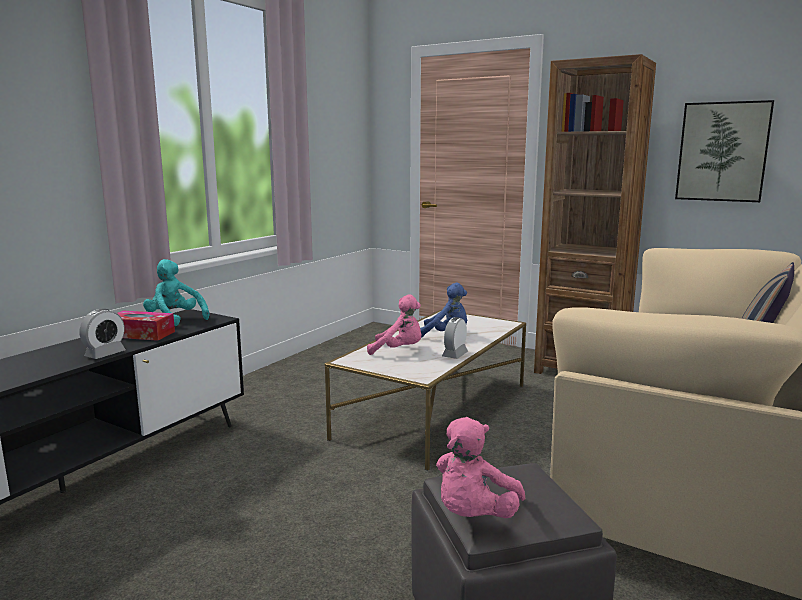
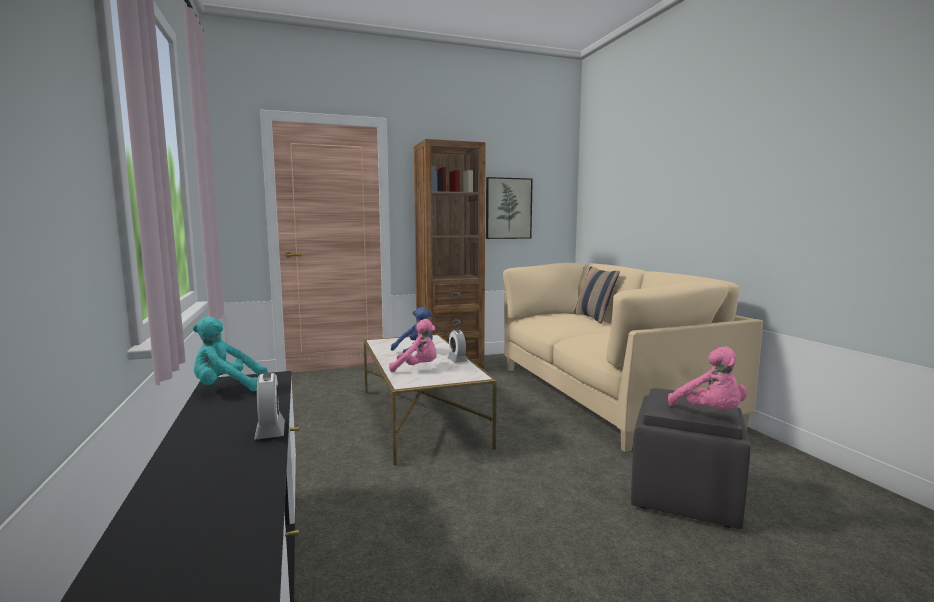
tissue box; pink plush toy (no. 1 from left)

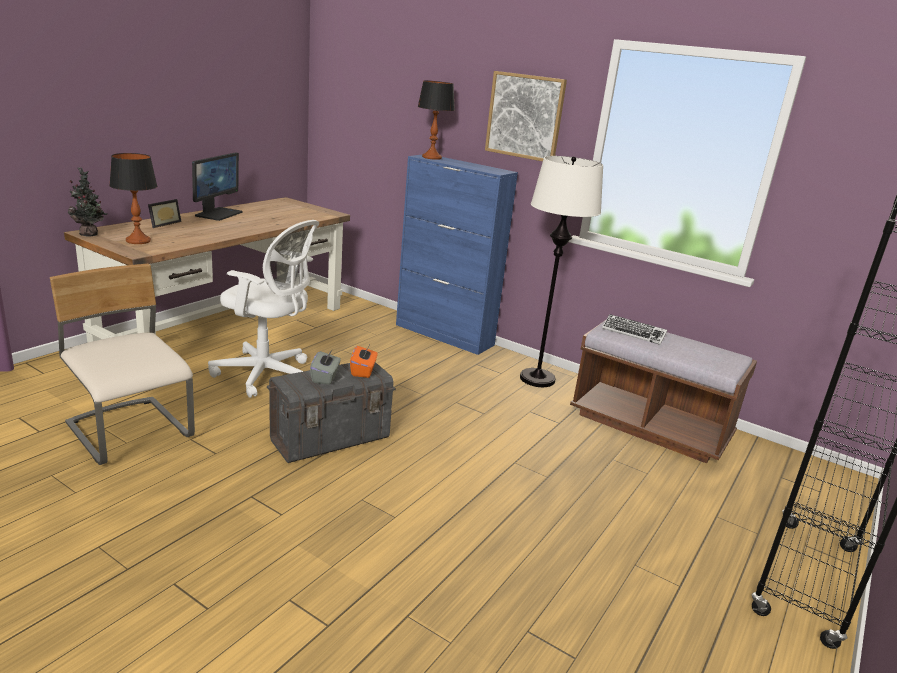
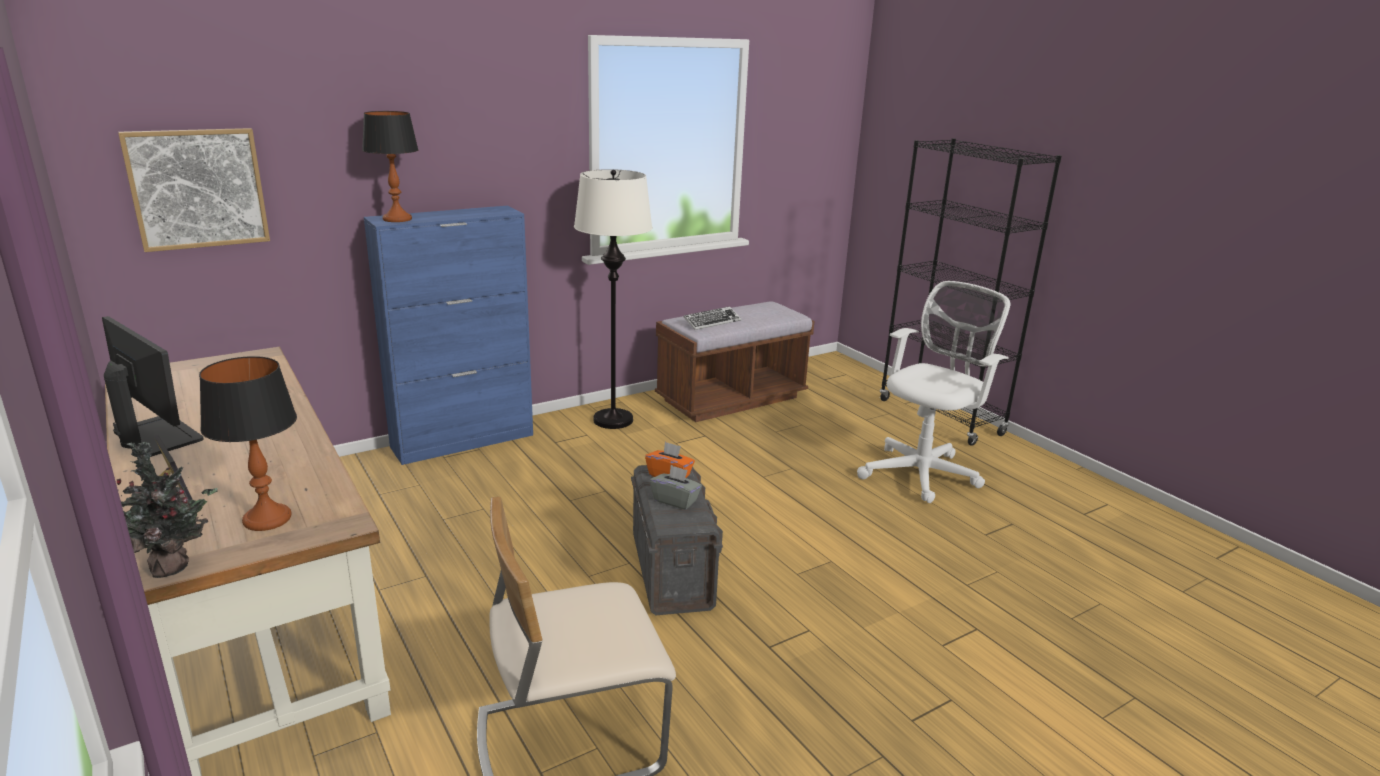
white office chair; picture

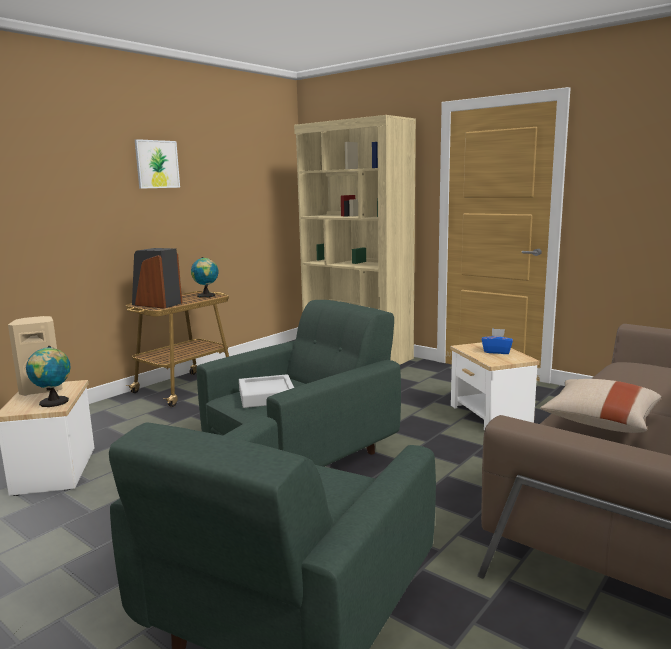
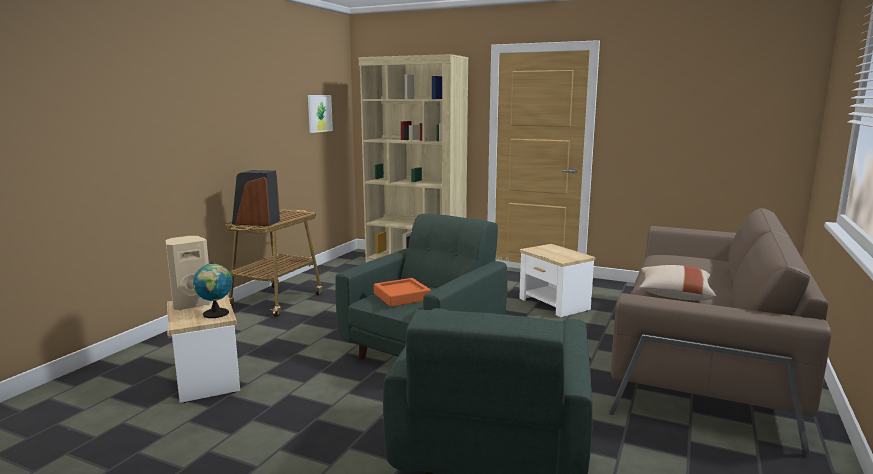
picture; globe (no. 2 from left in the first image); orange tray; blue tissue box

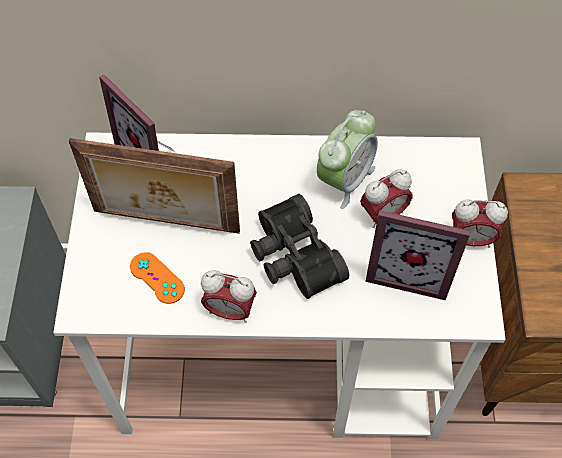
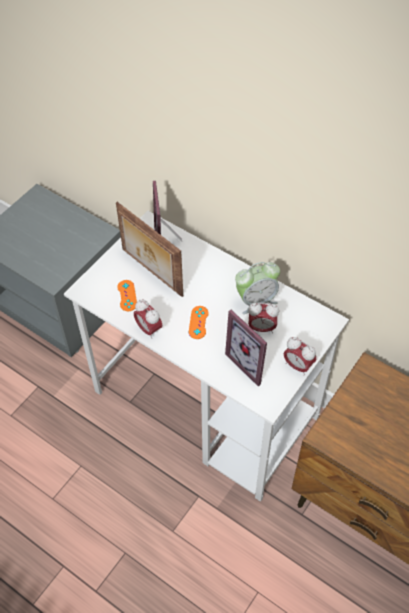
orange game controller (no. 2 from left)

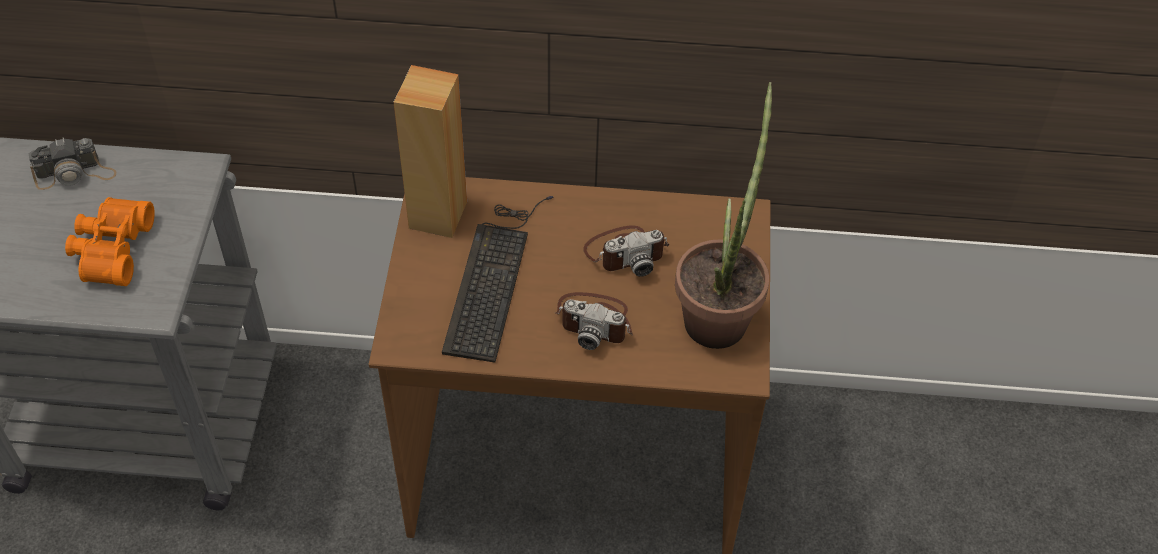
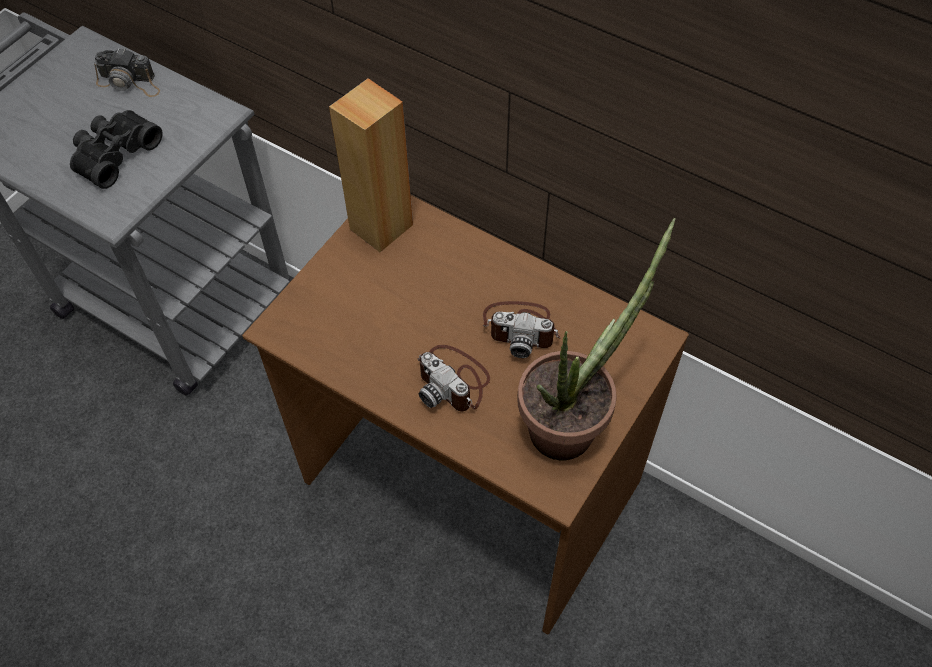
black binoculars; keyboard

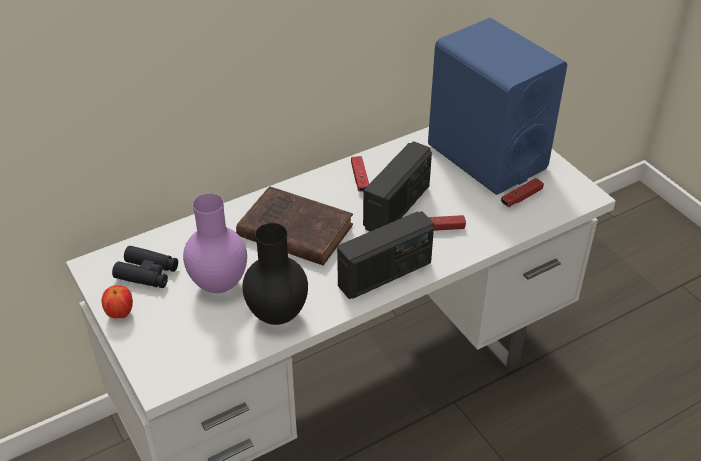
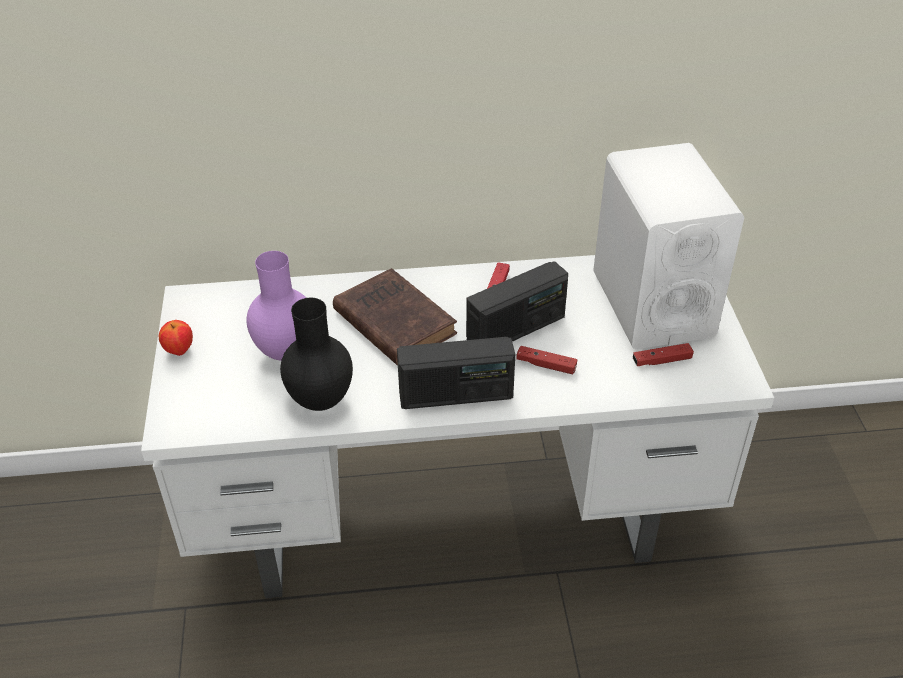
black binoculars; white speaker

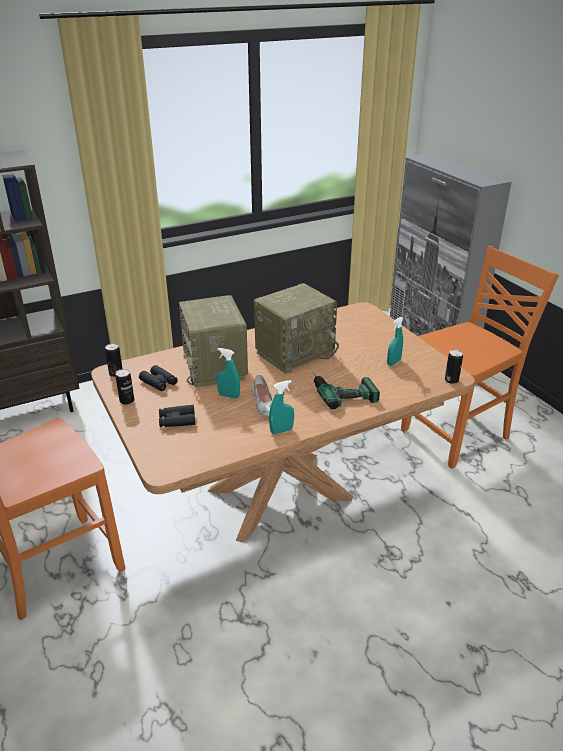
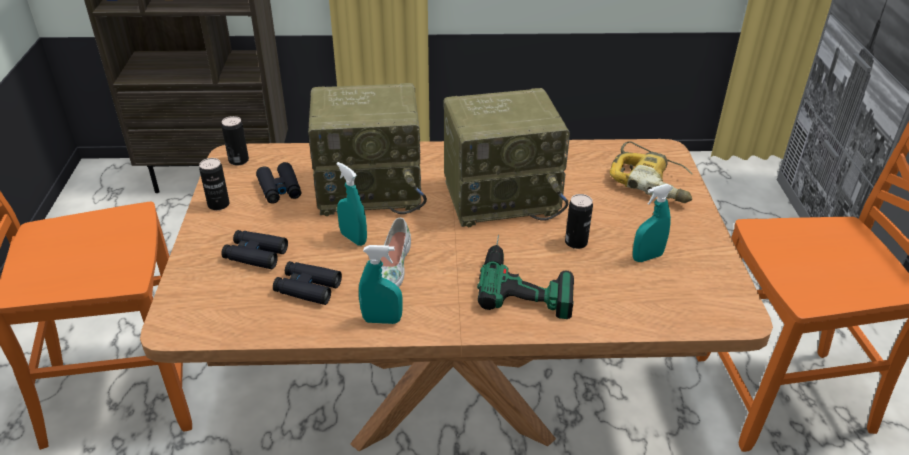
radio (no. 1 from left); can (no. 3 from left); black binoculars (no. 3 from left); power drill (no. 2 from left)

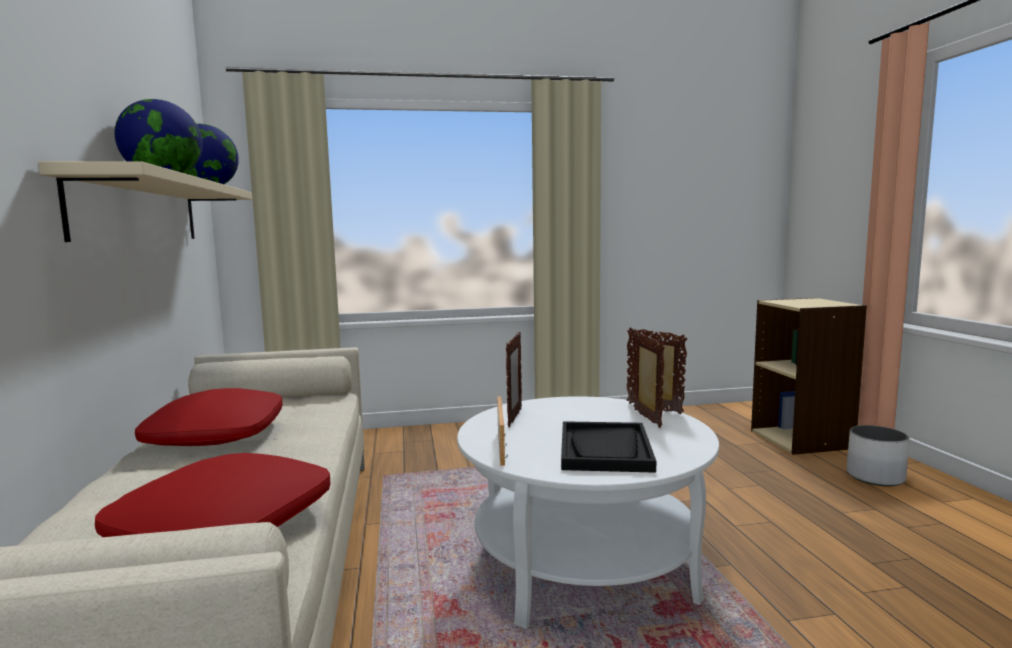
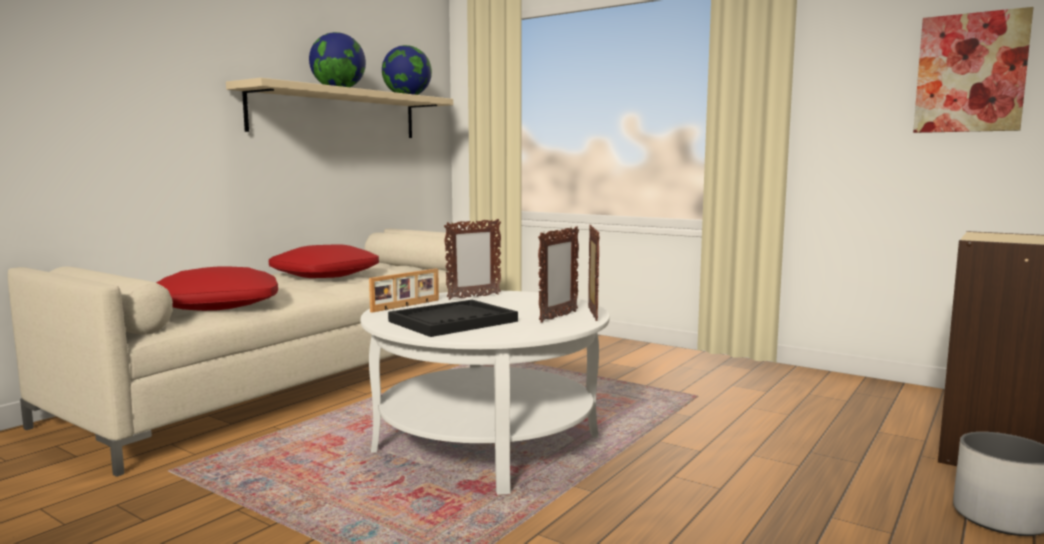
picture

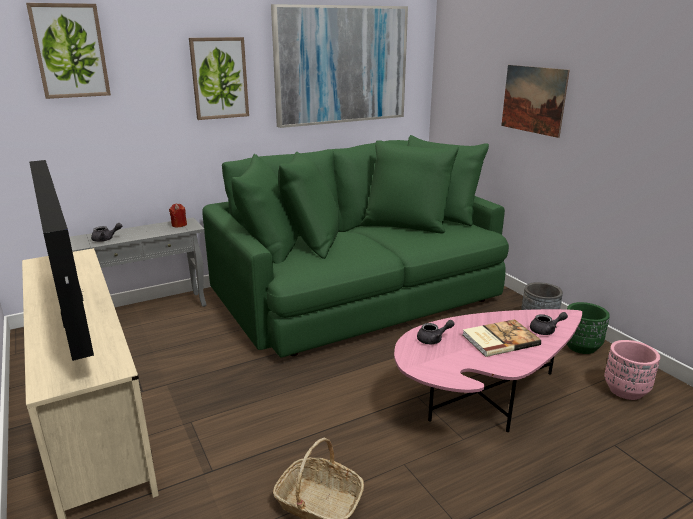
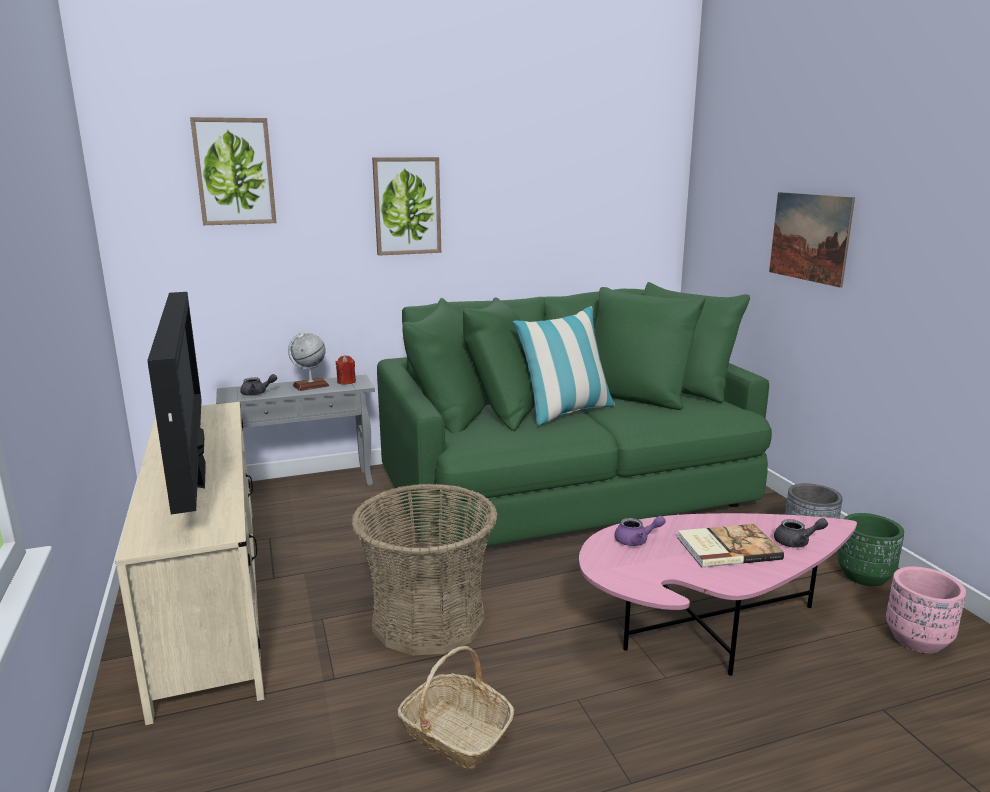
picture (no. 3 from left in the first image); purple teapot; globe; basket (no. 1 from left); pillow

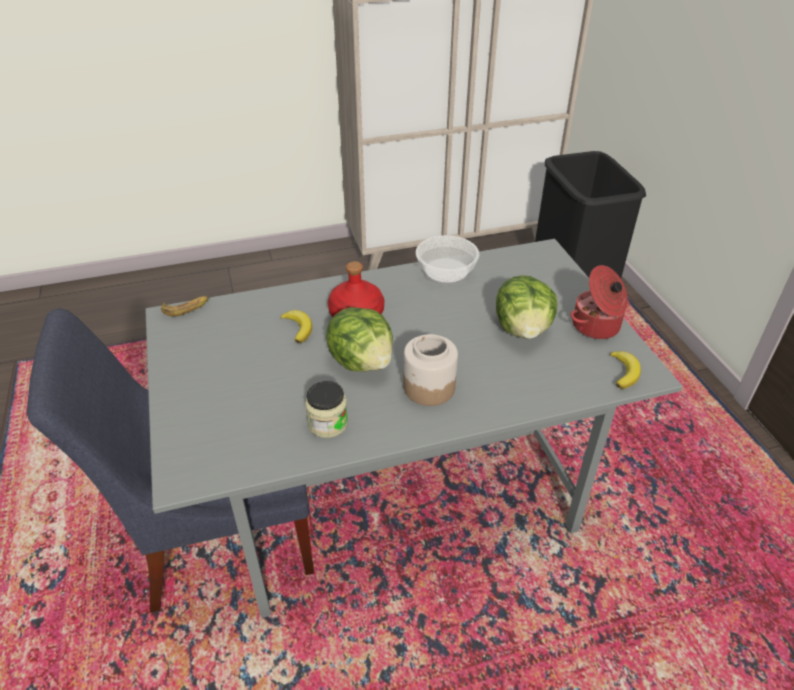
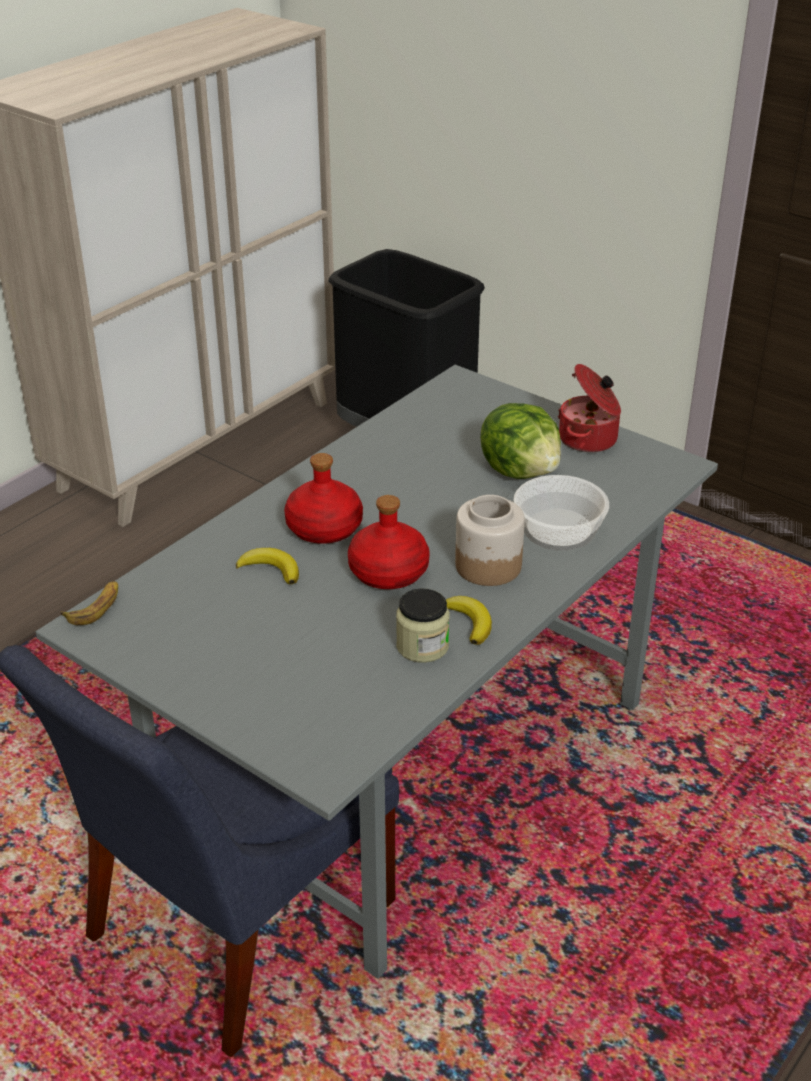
red bottle (no. 2 from left); bowl; banana (no. 3 from left)

